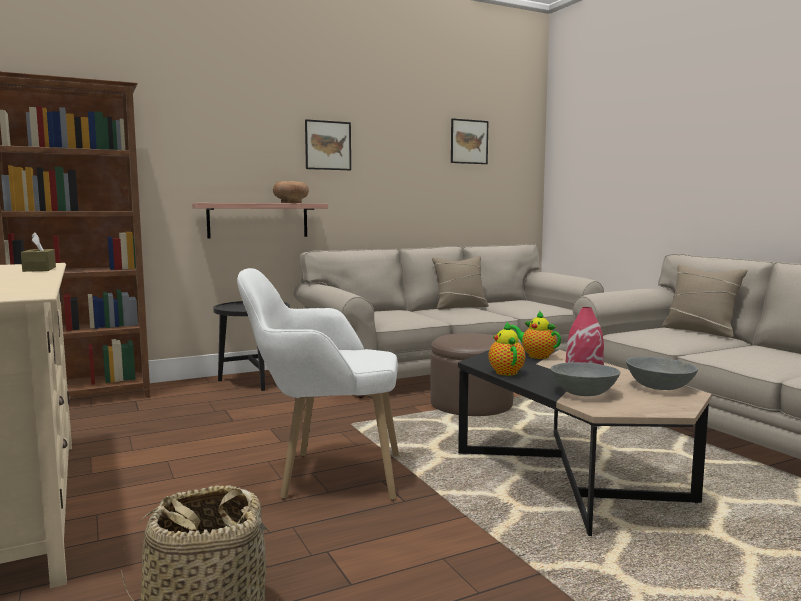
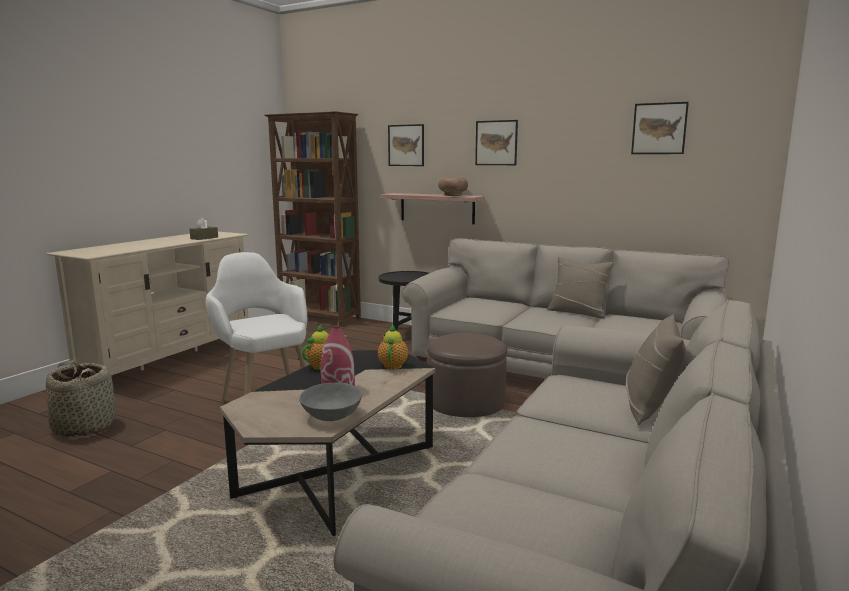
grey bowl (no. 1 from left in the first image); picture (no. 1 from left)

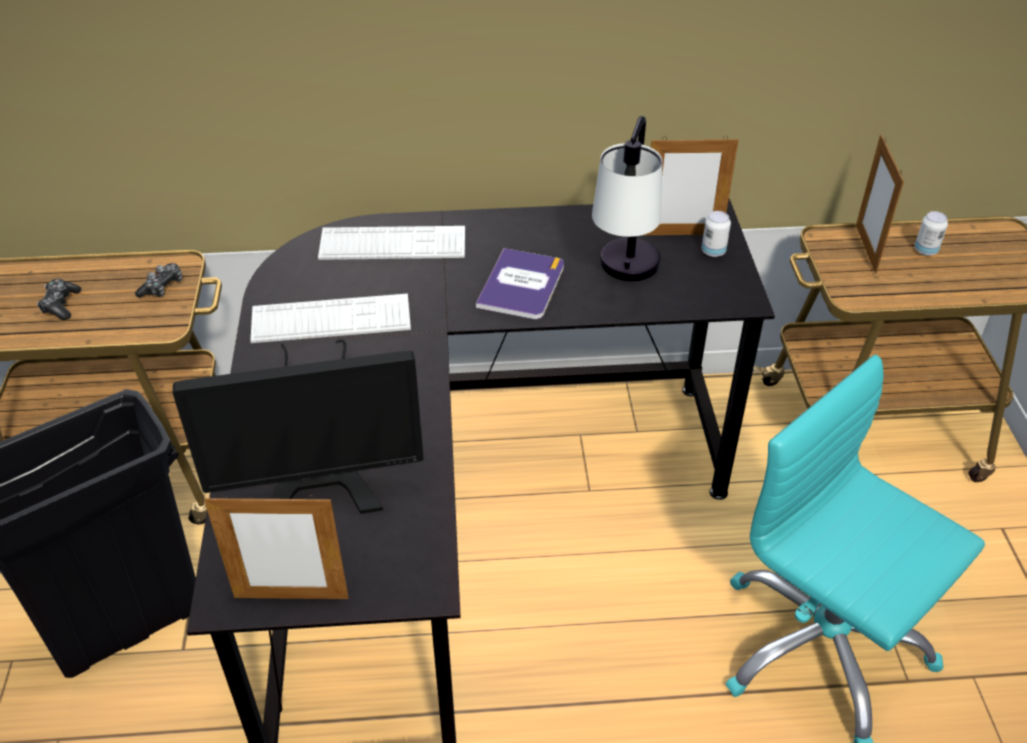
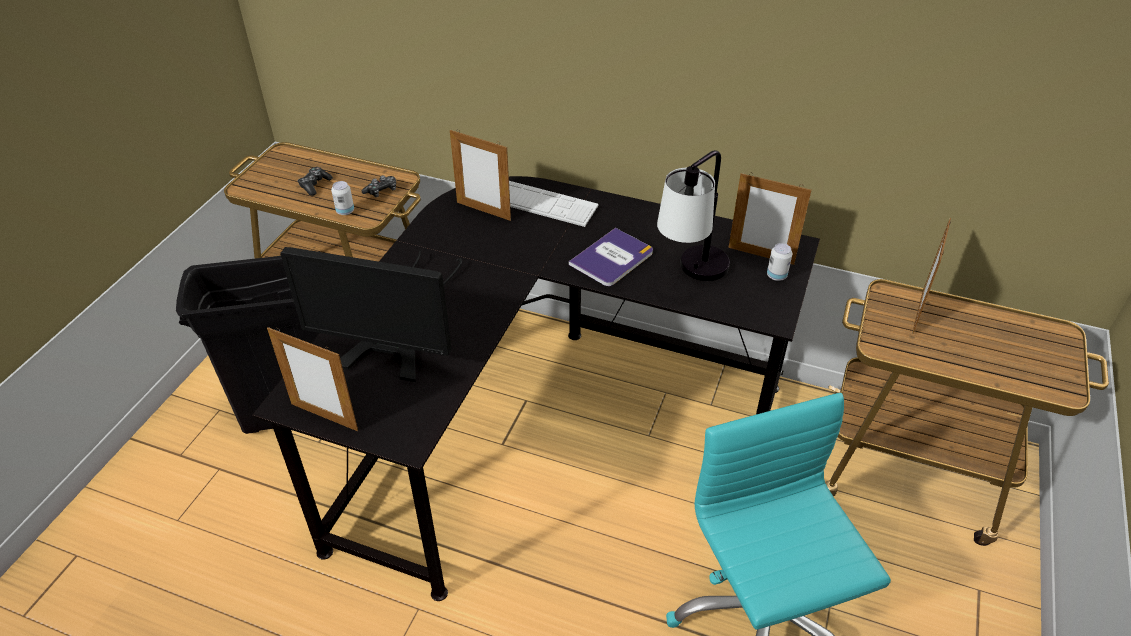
keyboard (no. 1 from left in the first image); can (no. 1 from left); picture frame (no. 2 from left)

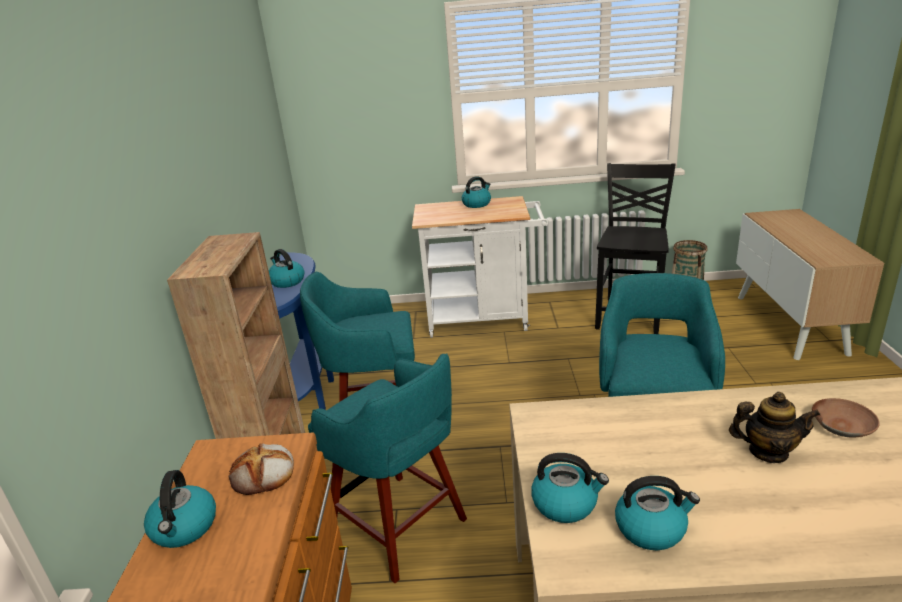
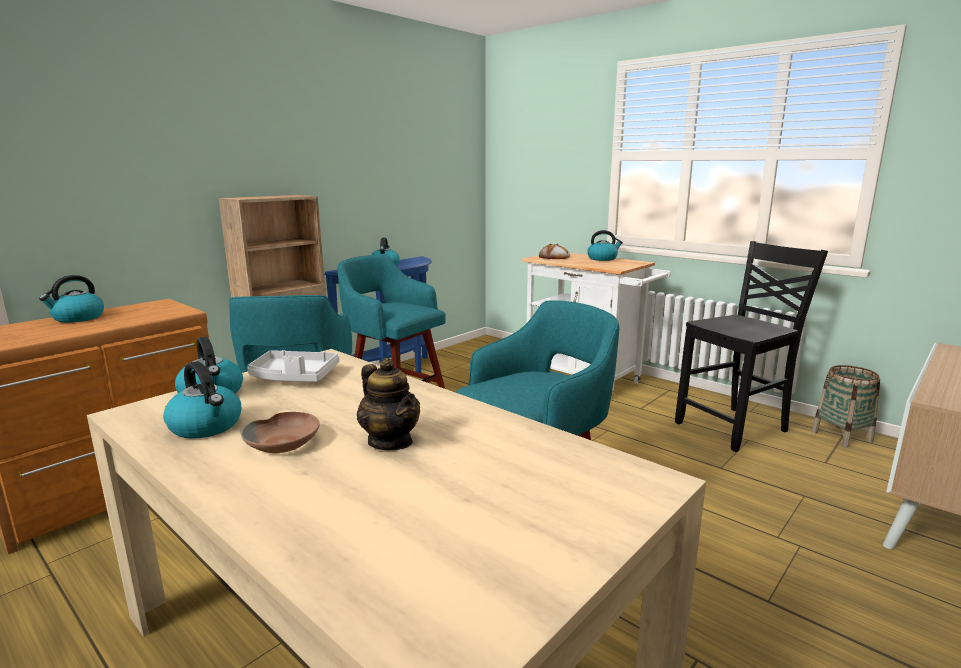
bread; brown bowl; grey tray

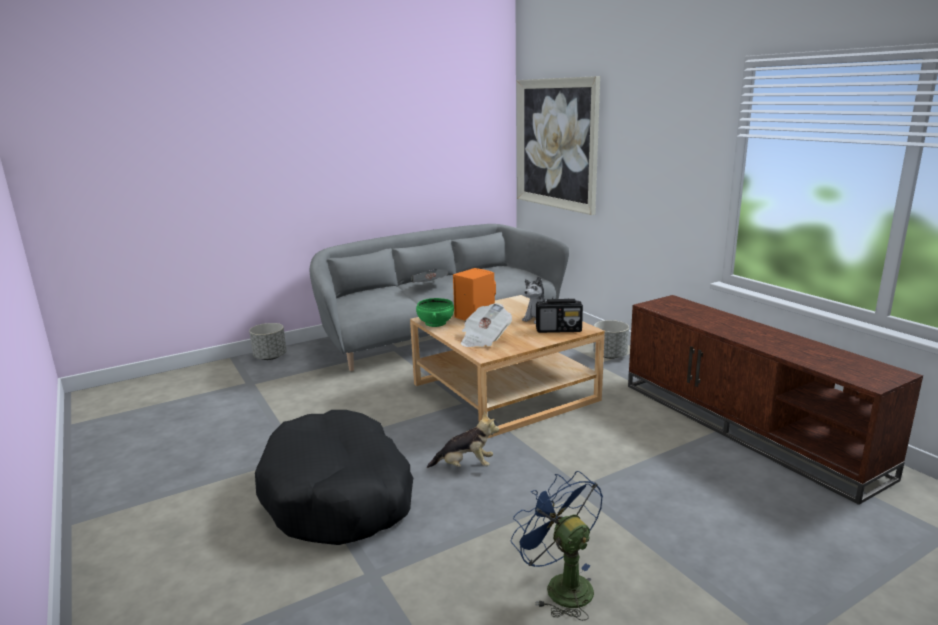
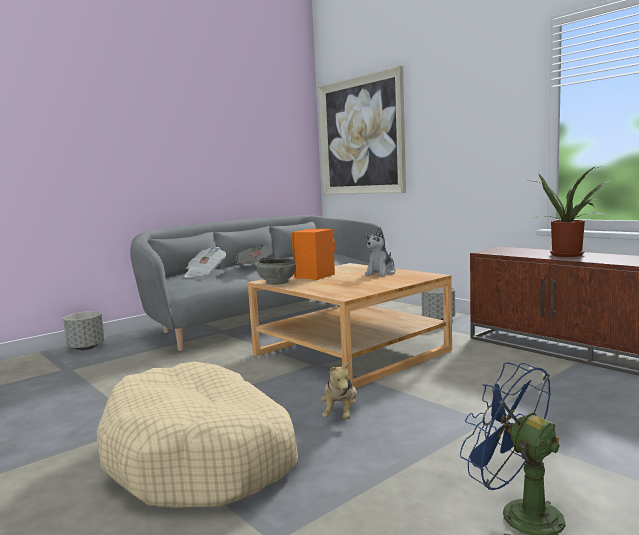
beige dog bed; grey bowl; plush toy (no. 1 from left); newspaper (no. 1 from left); radio; potted plant

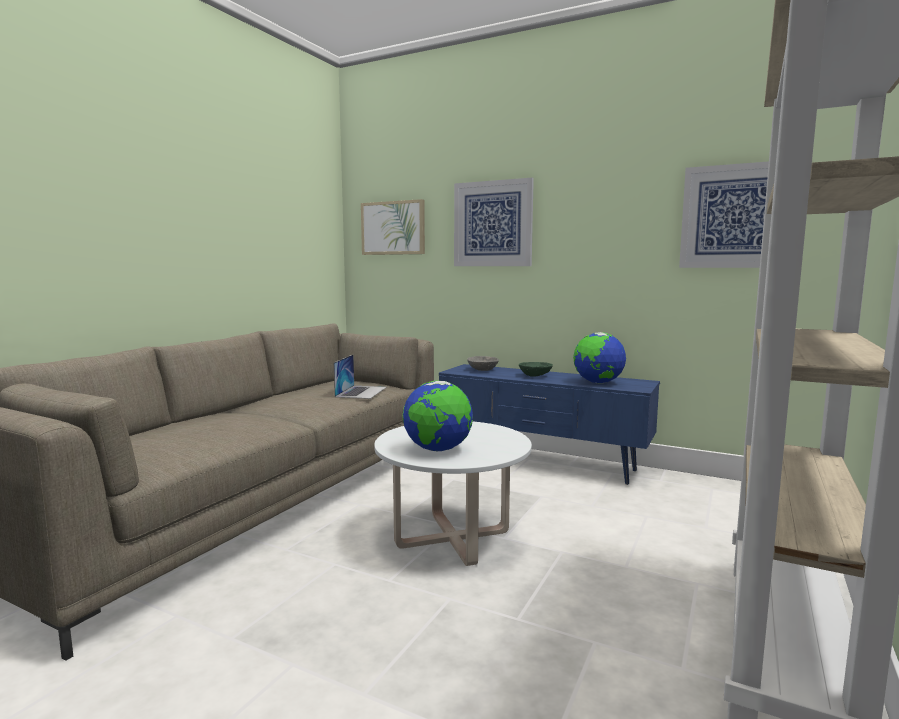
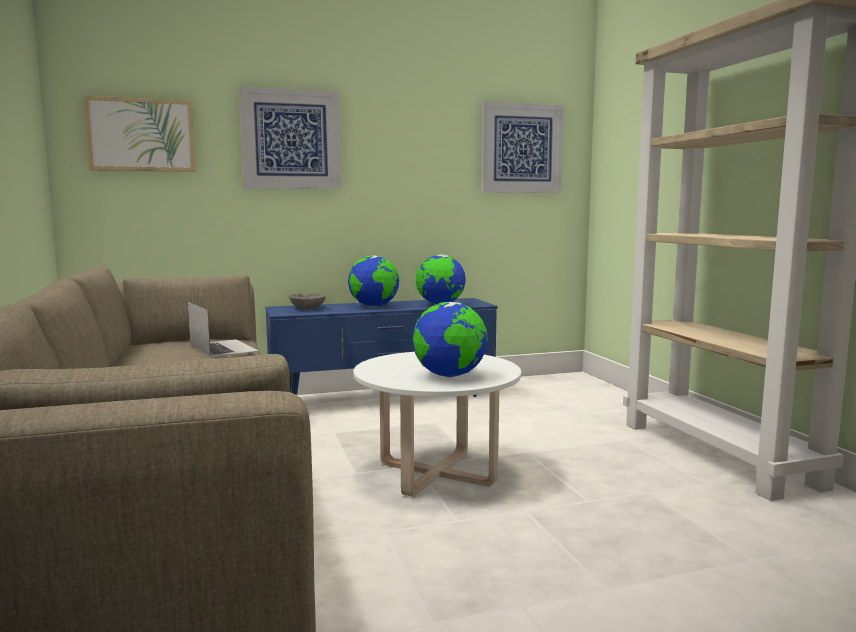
globe (no. 1 from left)

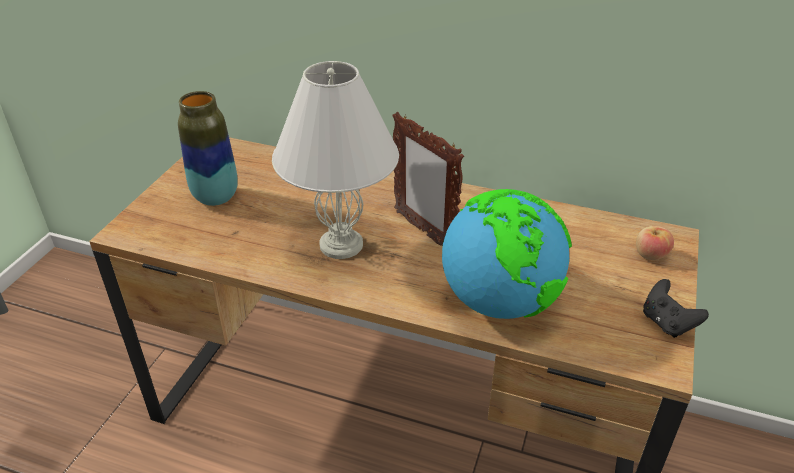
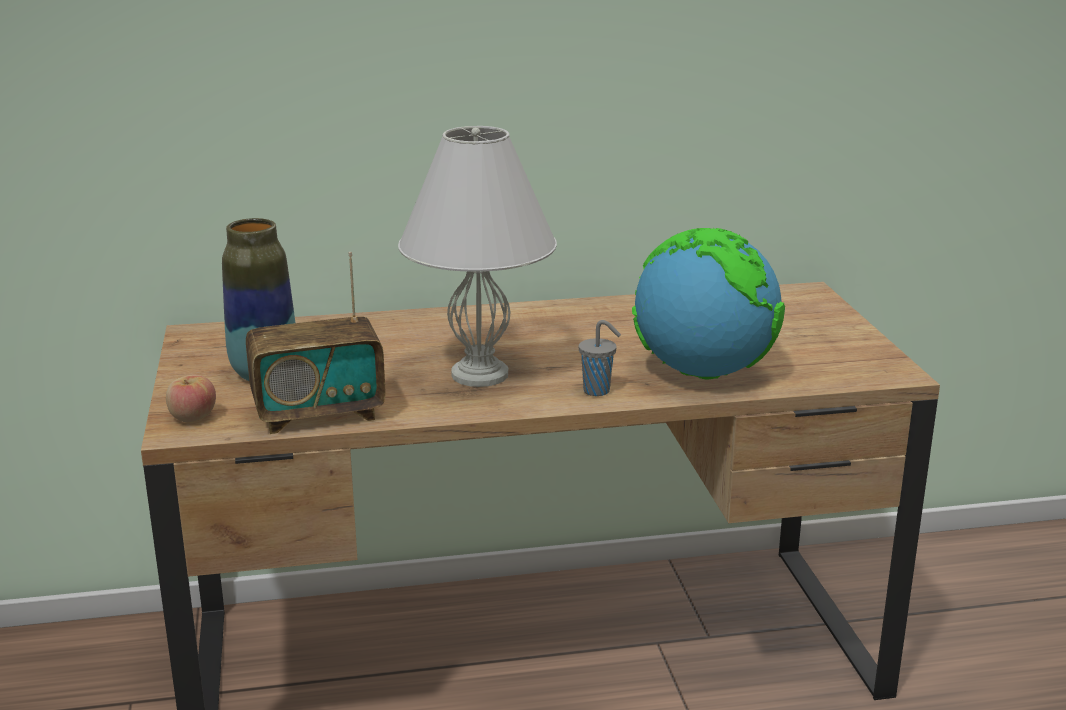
picture frame; apple; black game controller; radio; grey cup

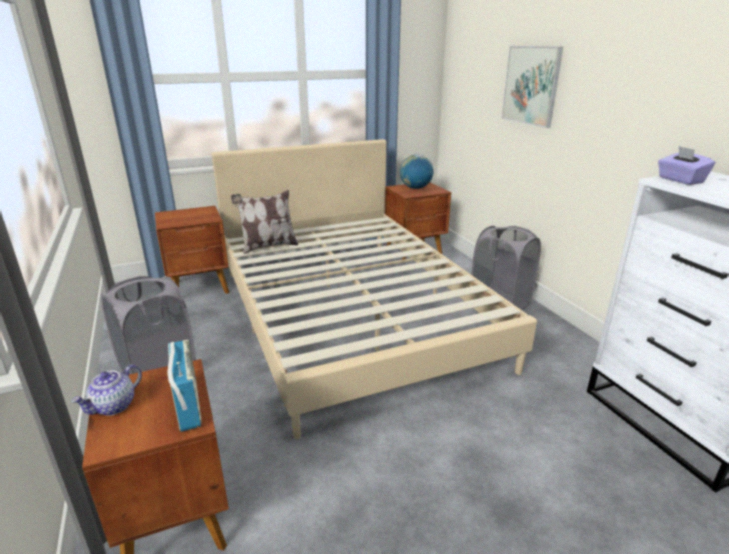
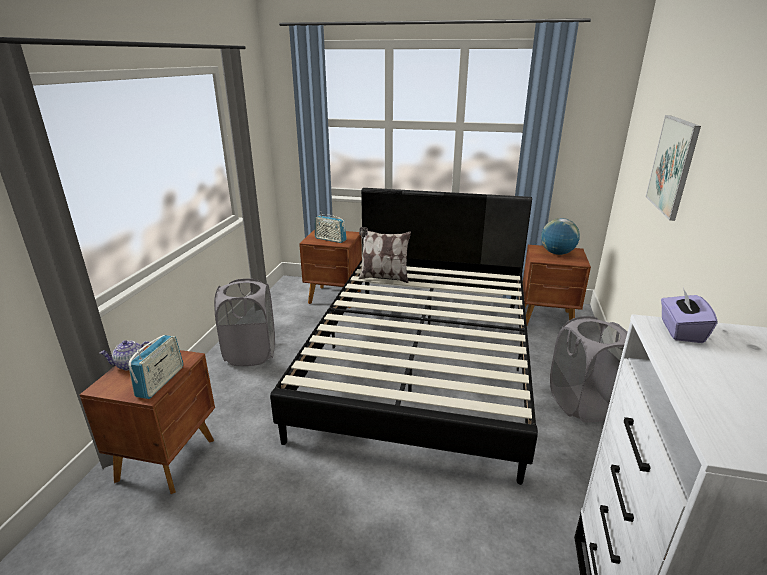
black bed; radio (no. 2 from left)

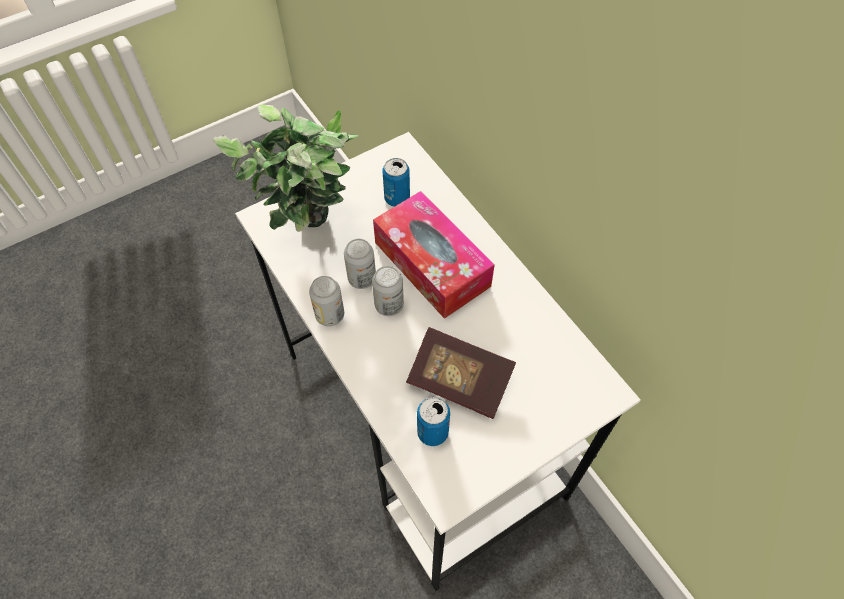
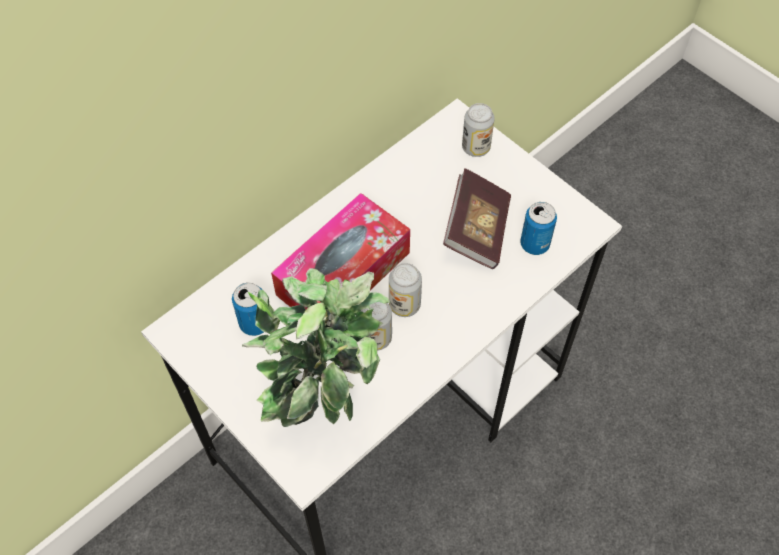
can (no. 4 from left)

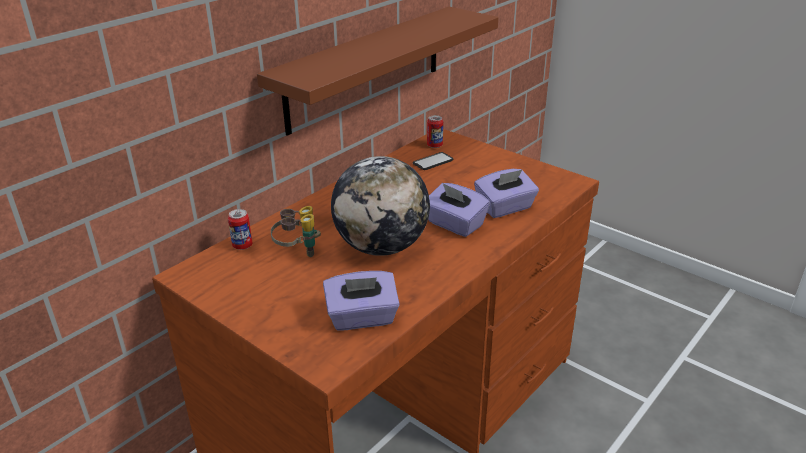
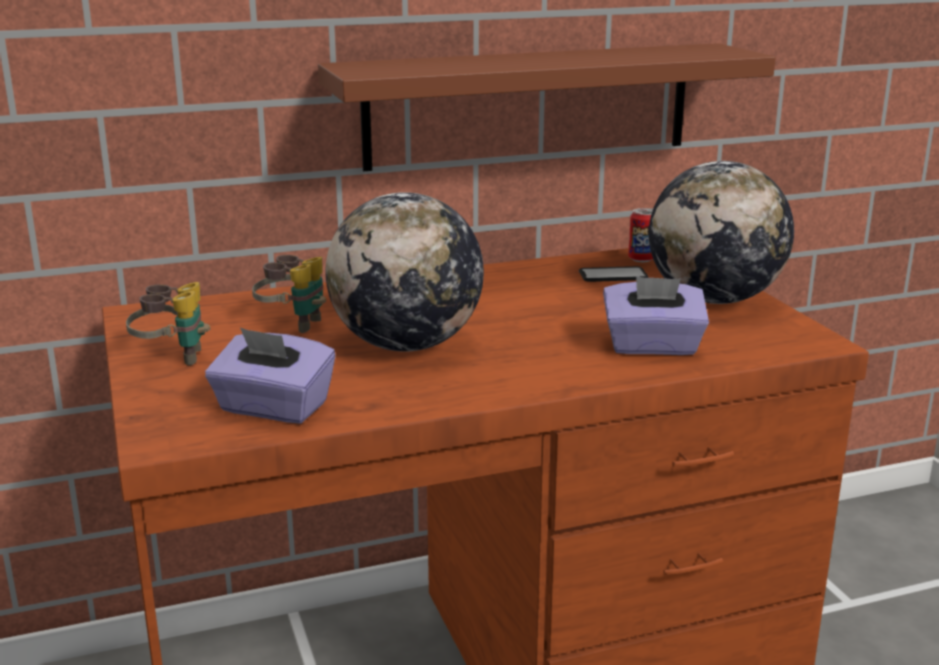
can (no. 1 from left in the first image); purple tissue box (no. 2 from left in the first image); binoculars (no. 1 from left); globe (no. 2 from left)

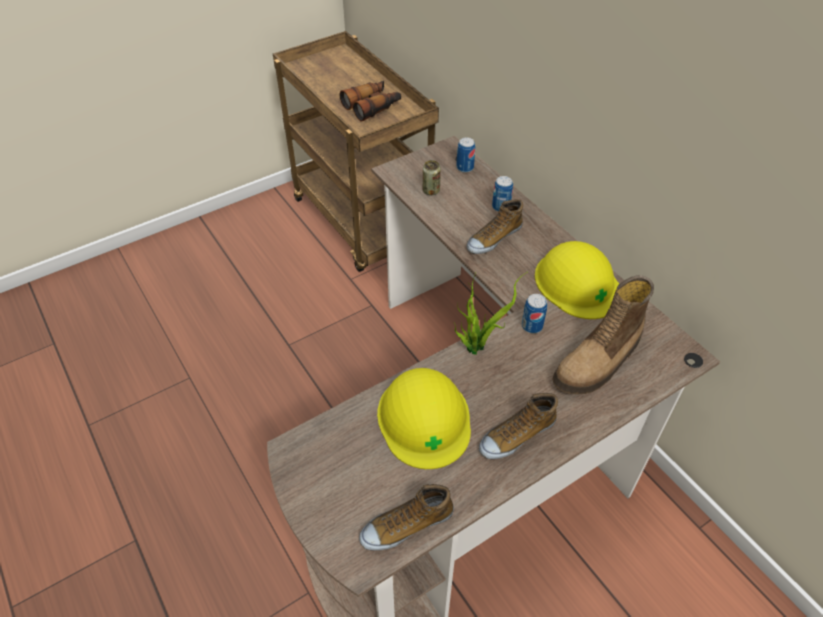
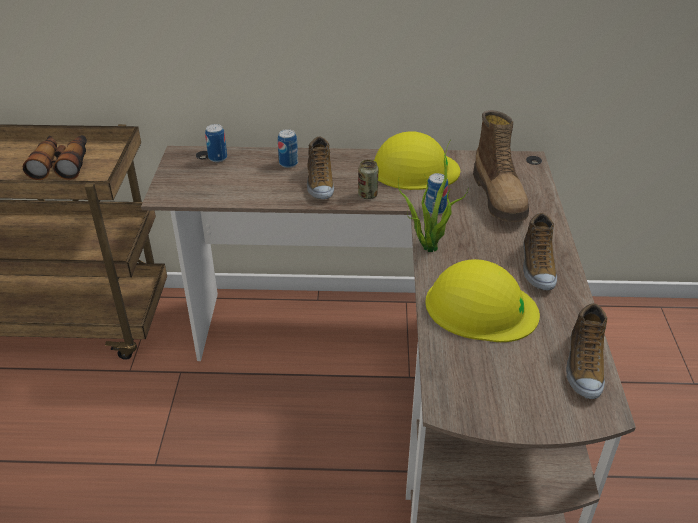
can (no. 3 from left)

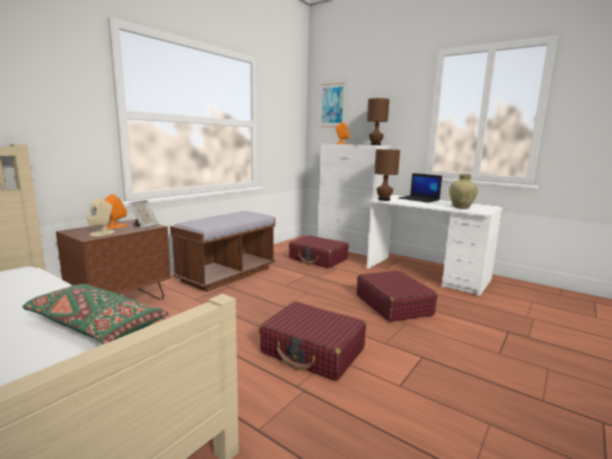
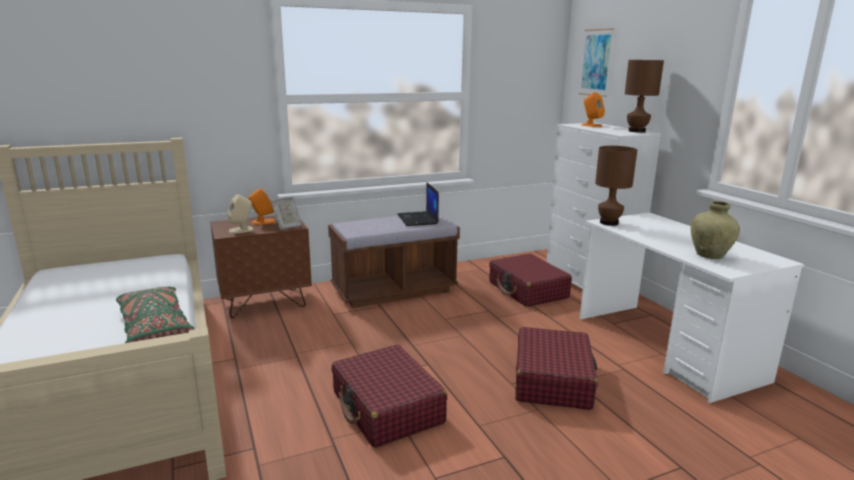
laptop

